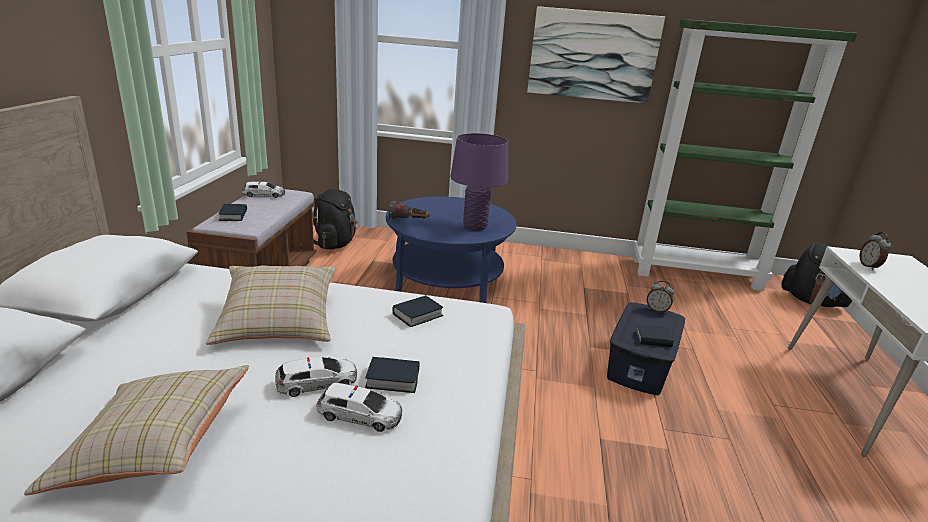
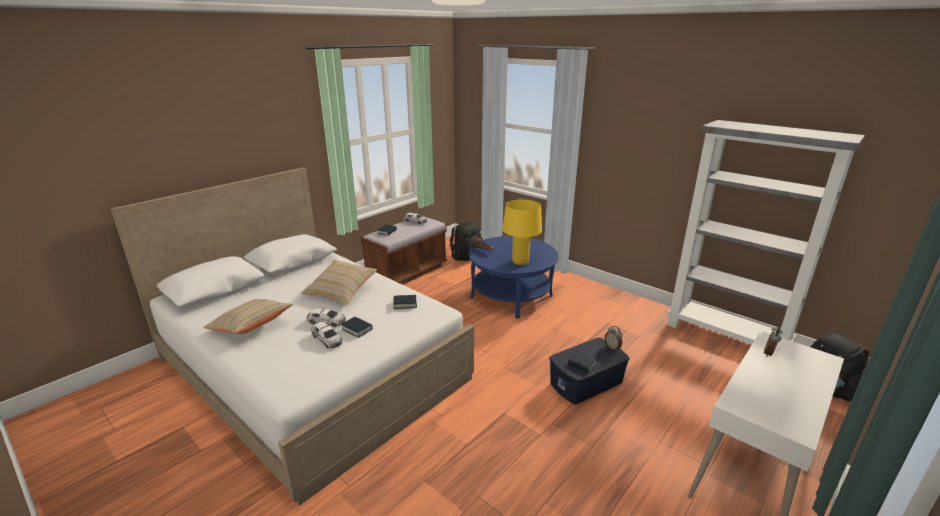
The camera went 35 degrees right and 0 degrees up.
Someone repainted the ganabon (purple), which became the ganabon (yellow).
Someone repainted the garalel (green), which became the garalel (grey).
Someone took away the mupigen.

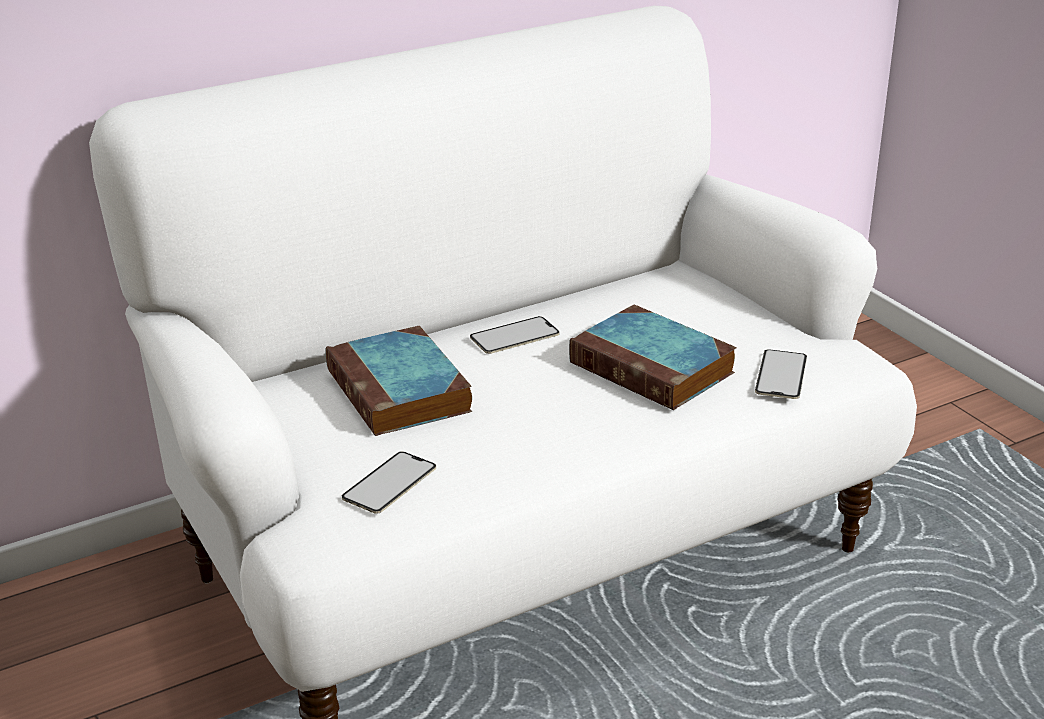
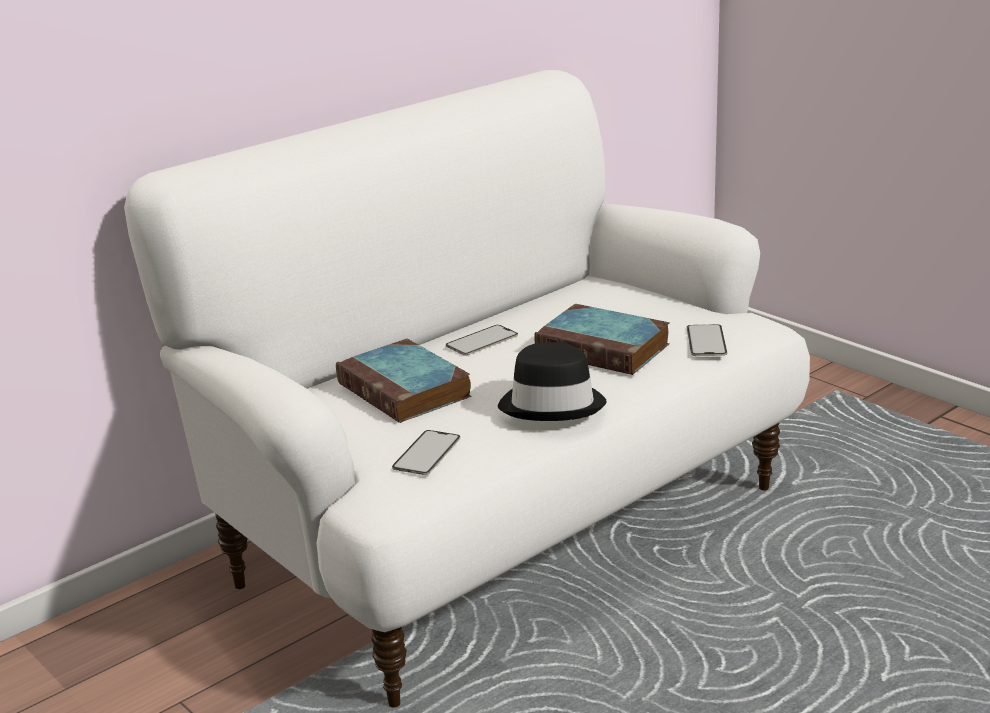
The camera went 10 degrees left and 5 degrees down.
Someone put down the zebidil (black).

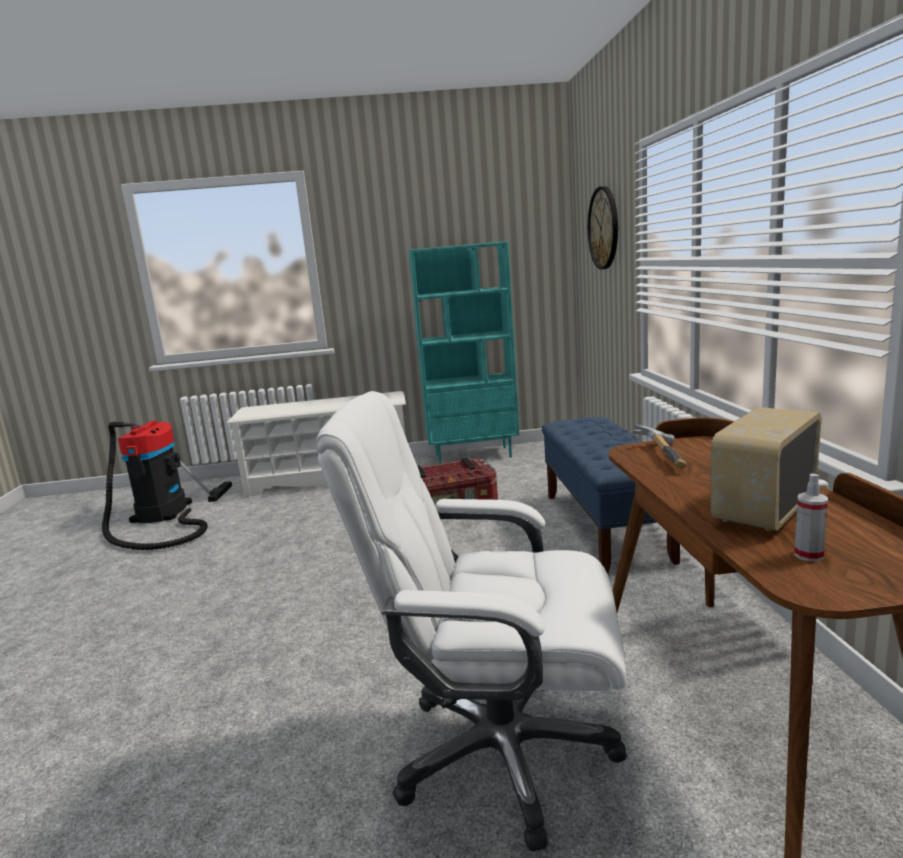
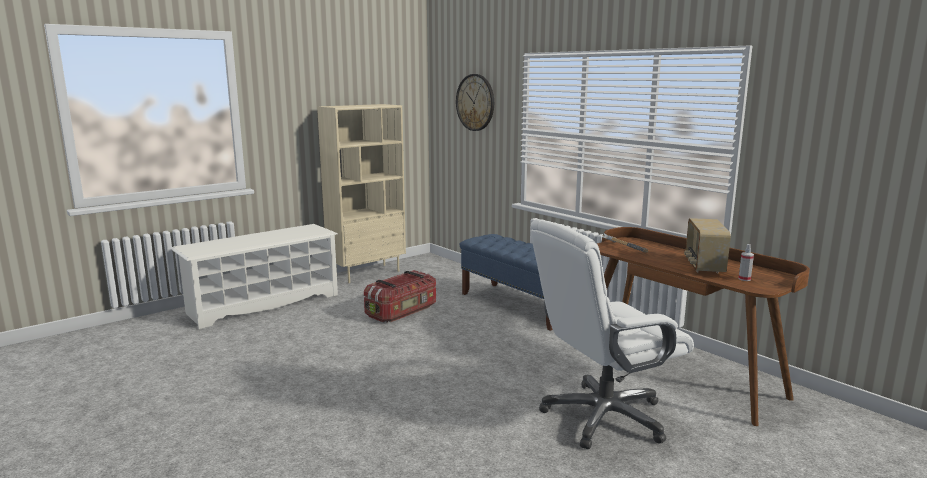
The camera went 35 degrees left and 0 degrees up.
Someone repainted the garalel (turquoise), which became the garalel (beige).
Someone took away the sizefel.

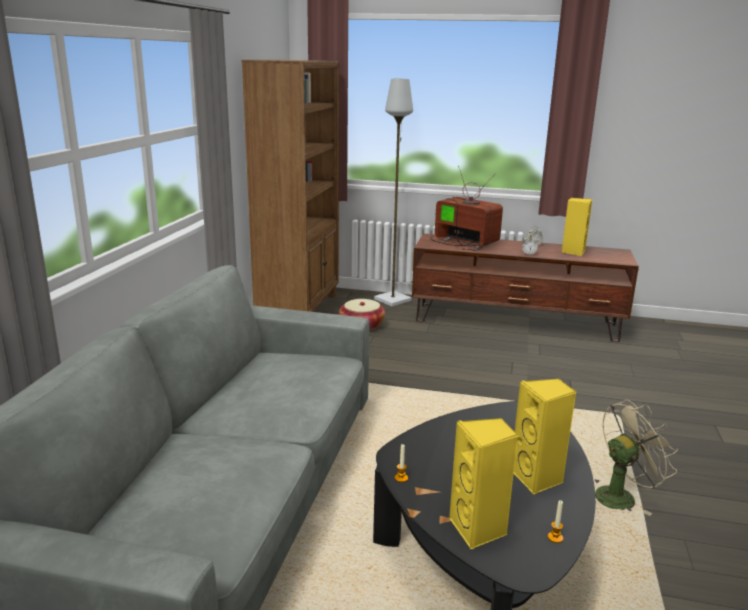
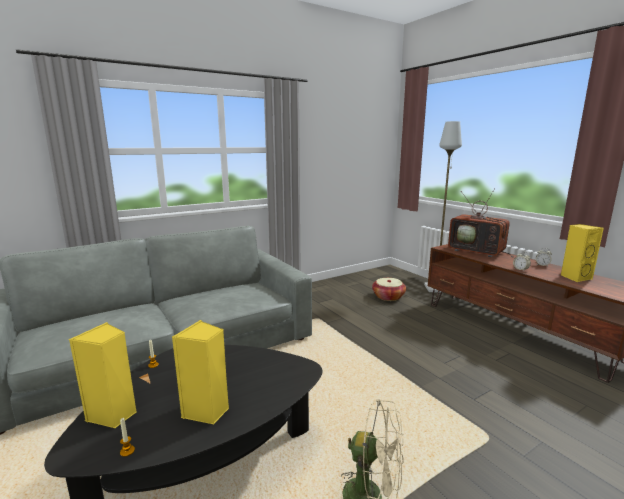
The camera went 45 degrees right and 5 degrees down.
Someone rotated the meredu by 135 degrees clockwise.
Someone took away the garalel (brown).

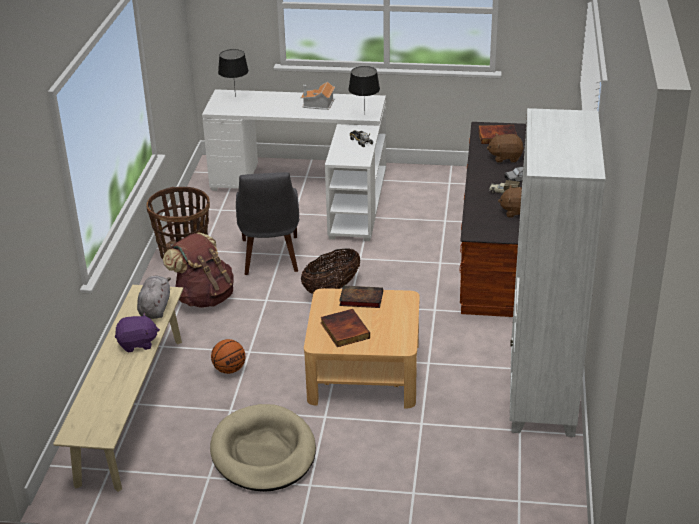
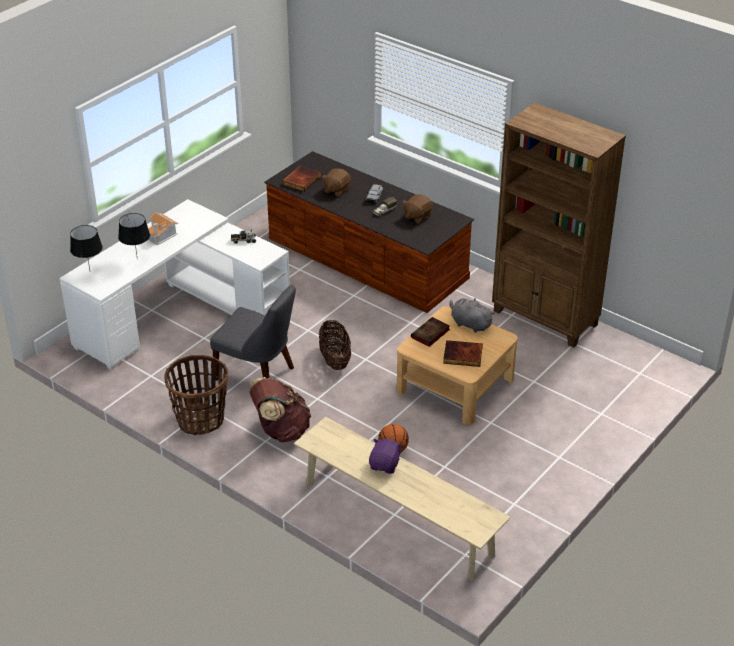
The camera went 60 degrees left and 5 degrees up.
Someone carried the ganabon (black) (no. 2 from left).
Someone carried the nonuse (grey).
Someone repainted the garalel (white), which became the garalel (brown).
Someone took away the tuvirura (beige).

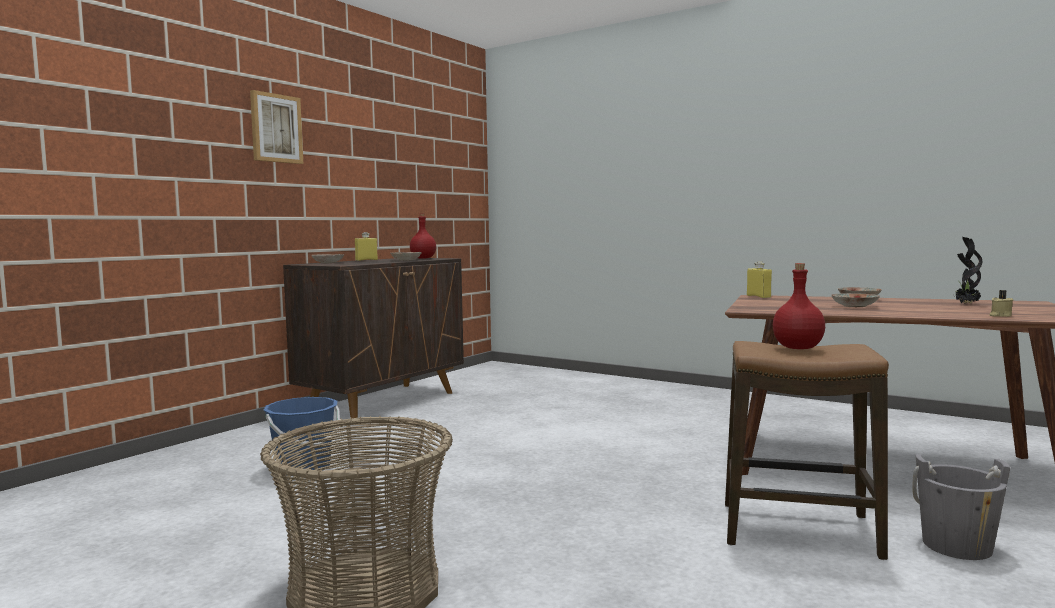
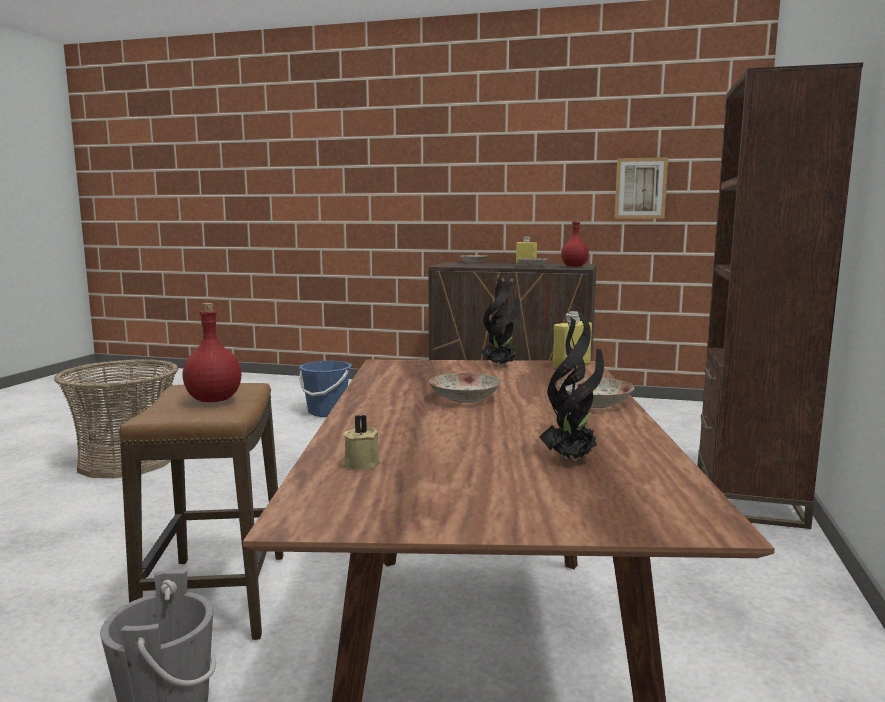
The camera went 70 degrees right and 5 degrees up.
Someone put down the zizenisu (no. 1 from left).
Someone carried the mupigen.
Someone put down the garalel (brown).

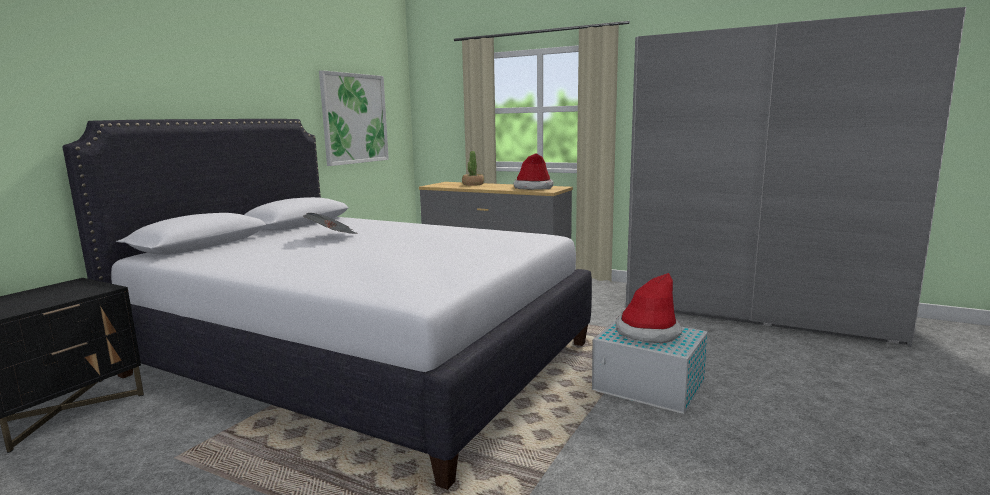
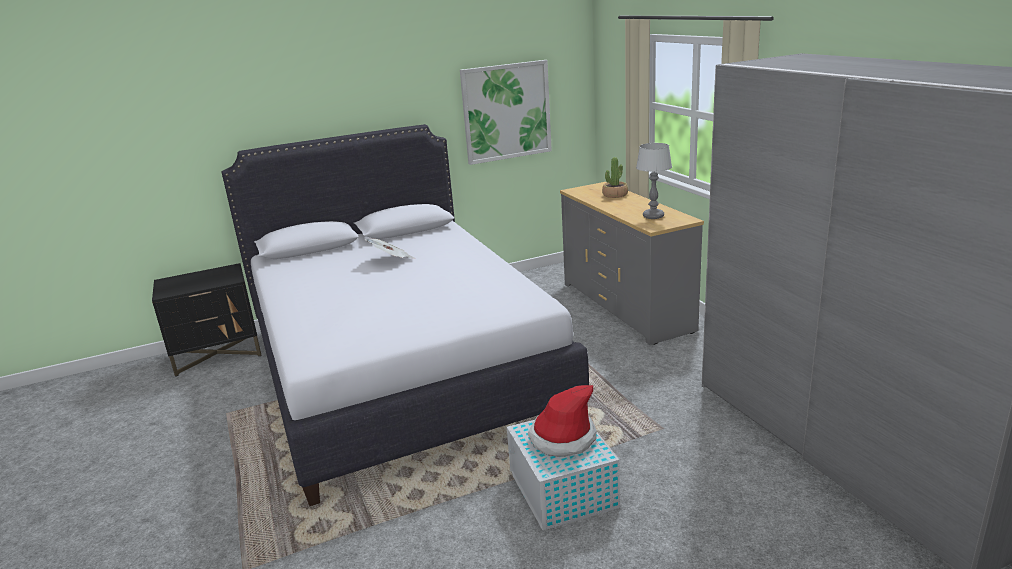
The camera went 40 degrees right and 10 degrees up.
Someone swapped the zebidil (no. 1 from left) for the ganabon.

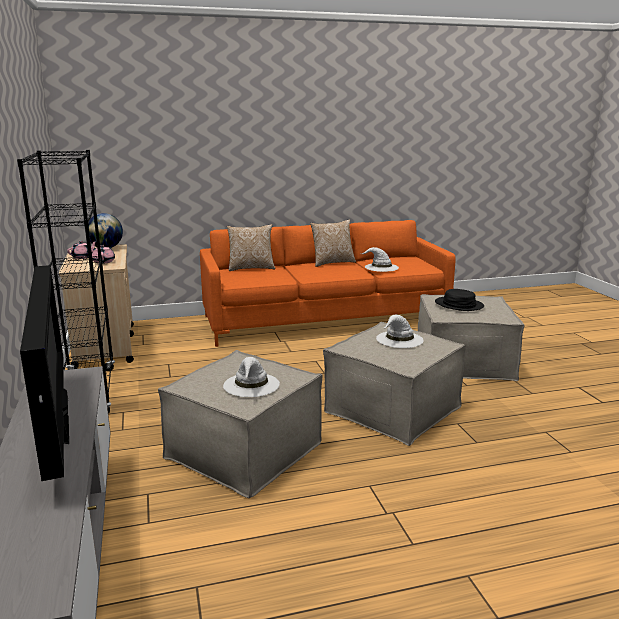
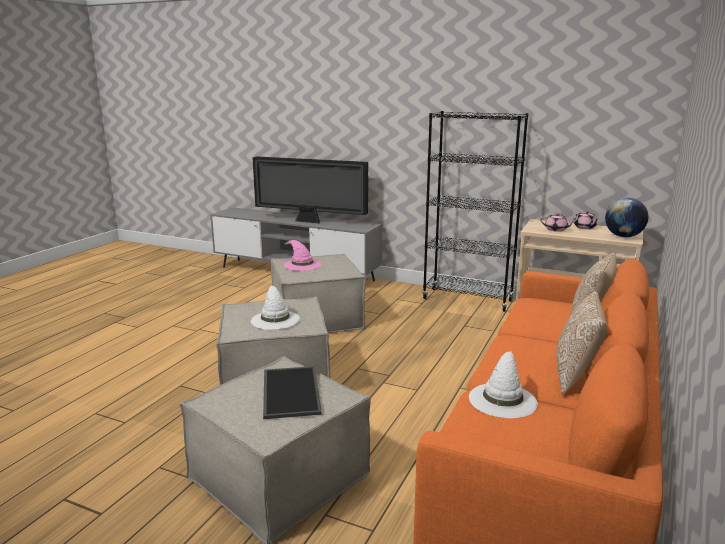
The camera went 130 degrees right and 0 degrees up.
Someone swapped the zebidil (black) for the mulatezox.
Someone repainted the zebidil (white) (no. 1 from left), which became the zebidil (pink).

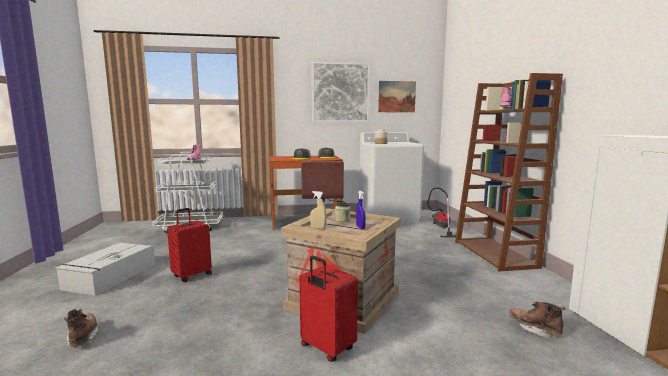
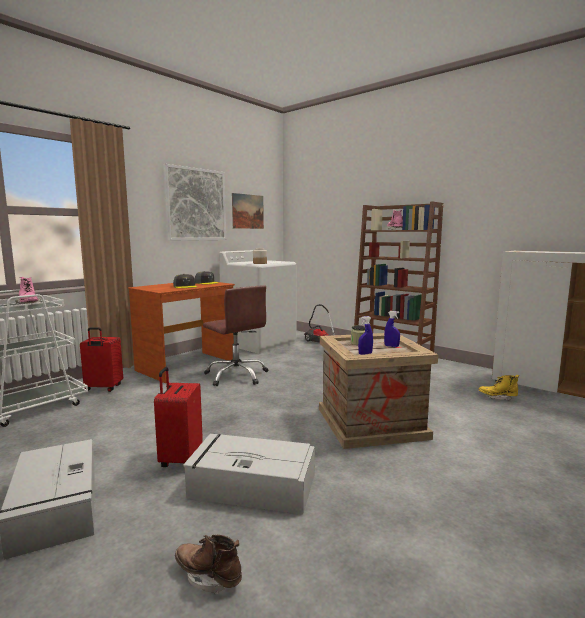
The camera went 40 degrees left and 0 degrees up.
Someone carried the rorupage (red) (no. 2 from left in the first image).
Someone put down the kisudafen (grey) (no. 2 from left).
Someone repainted the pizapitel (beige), which became the pizapitel (blue) (no. 1 from left).
Someone repainted the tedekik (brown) (no. 2 from left), which became the tedekik (yellow).

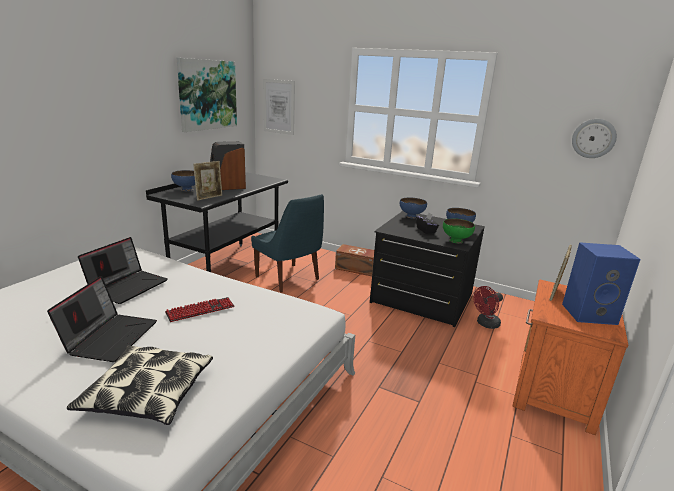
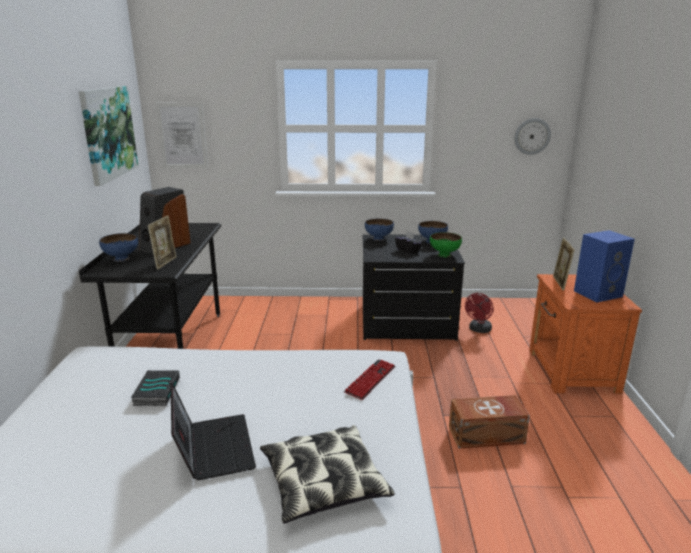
The camera went 25 degrees left and 0 degrees up.
Someone swapped the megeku (no. 2 from left) for the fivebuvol.
Someone carried the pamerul.
Someone carried the kisudafen (brown).
Someone took away the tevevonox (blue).

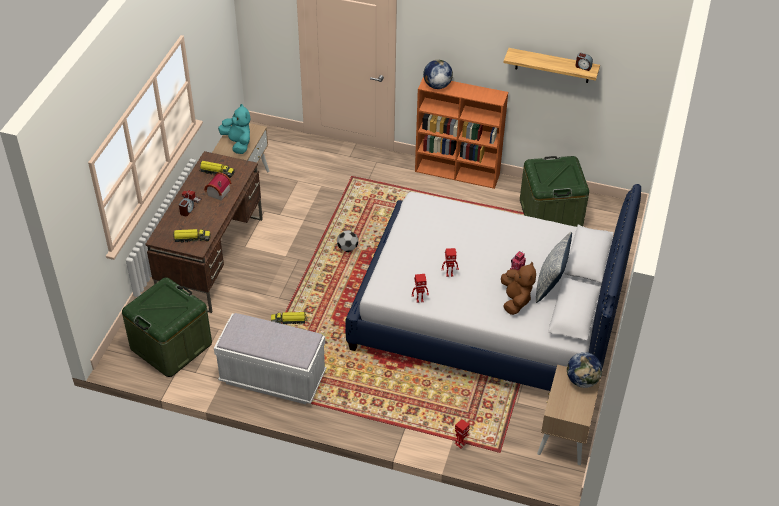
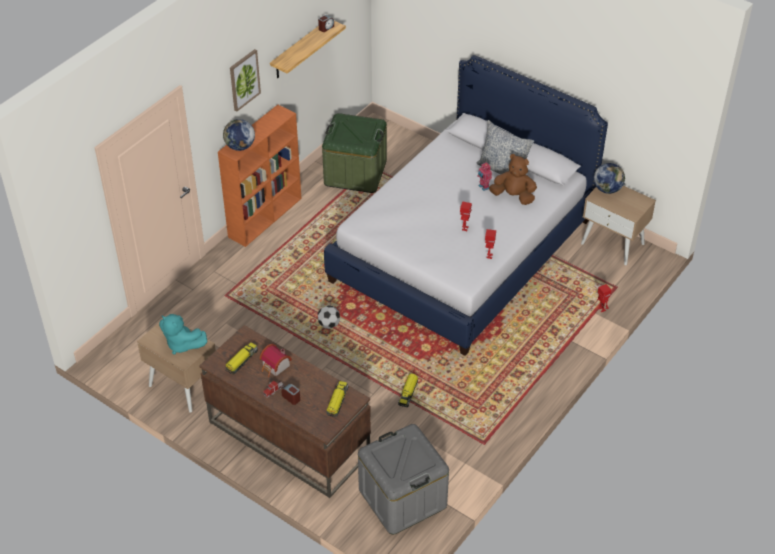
The camera went 70 degrees left and 0 degrees up.
Someone rotated the nonuse (turquoise) by 135 degrees counterclockwise.
Someone put up the mupigen.
Someone repainted the kisudafen (green) (no. 1 from left), which became the kisudafen (grey).
Someone took away the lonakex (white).

